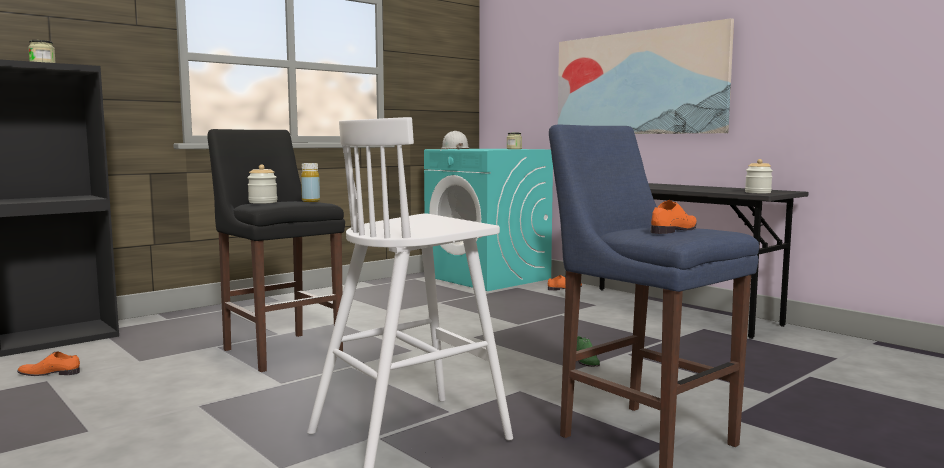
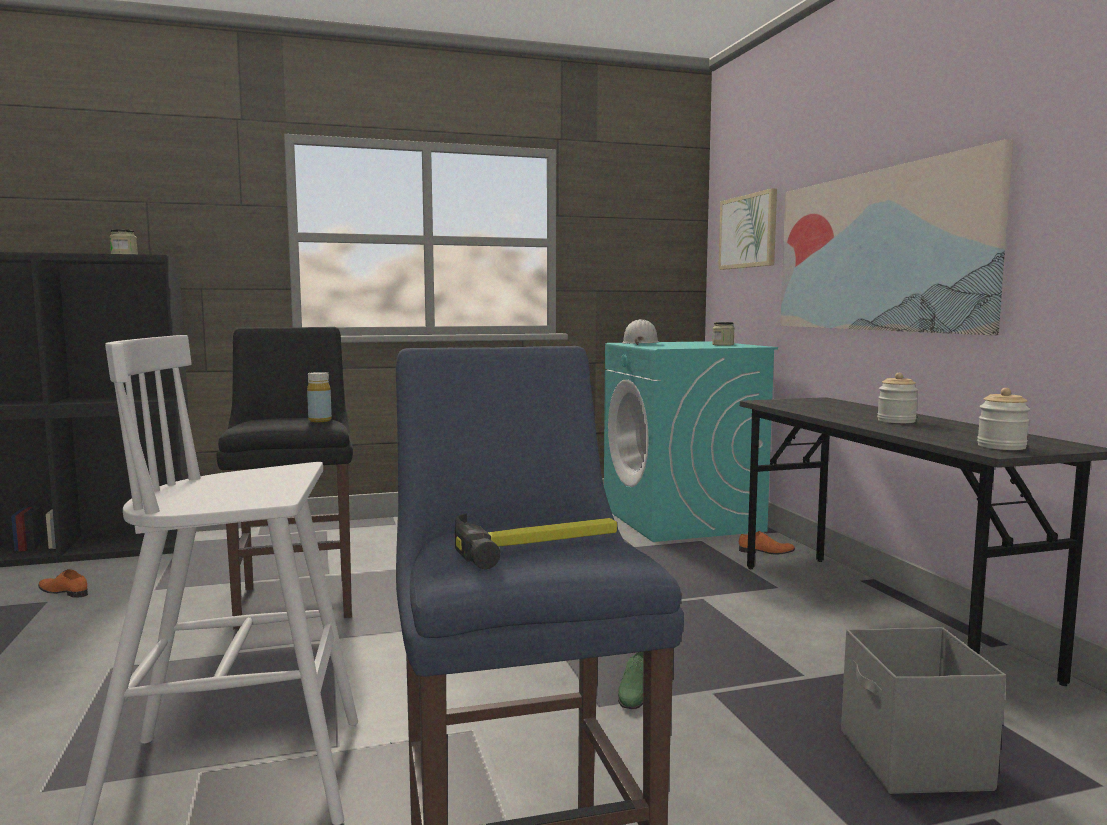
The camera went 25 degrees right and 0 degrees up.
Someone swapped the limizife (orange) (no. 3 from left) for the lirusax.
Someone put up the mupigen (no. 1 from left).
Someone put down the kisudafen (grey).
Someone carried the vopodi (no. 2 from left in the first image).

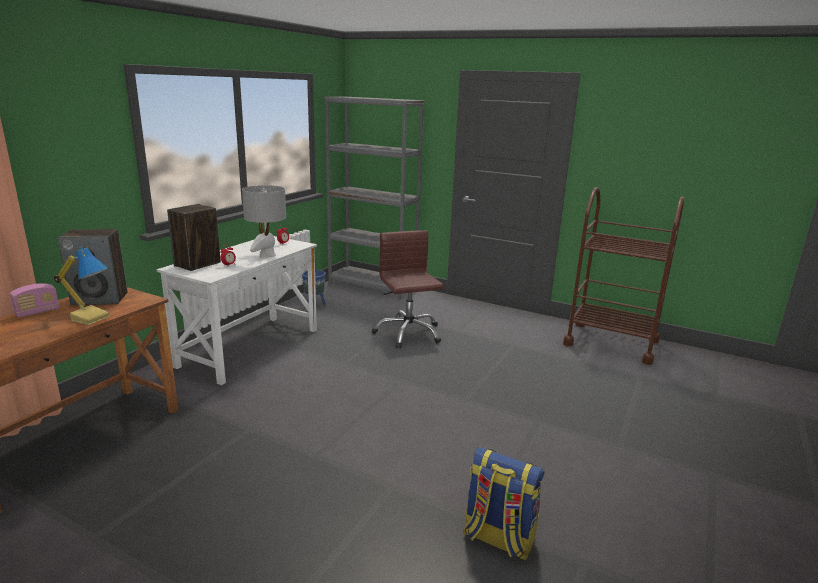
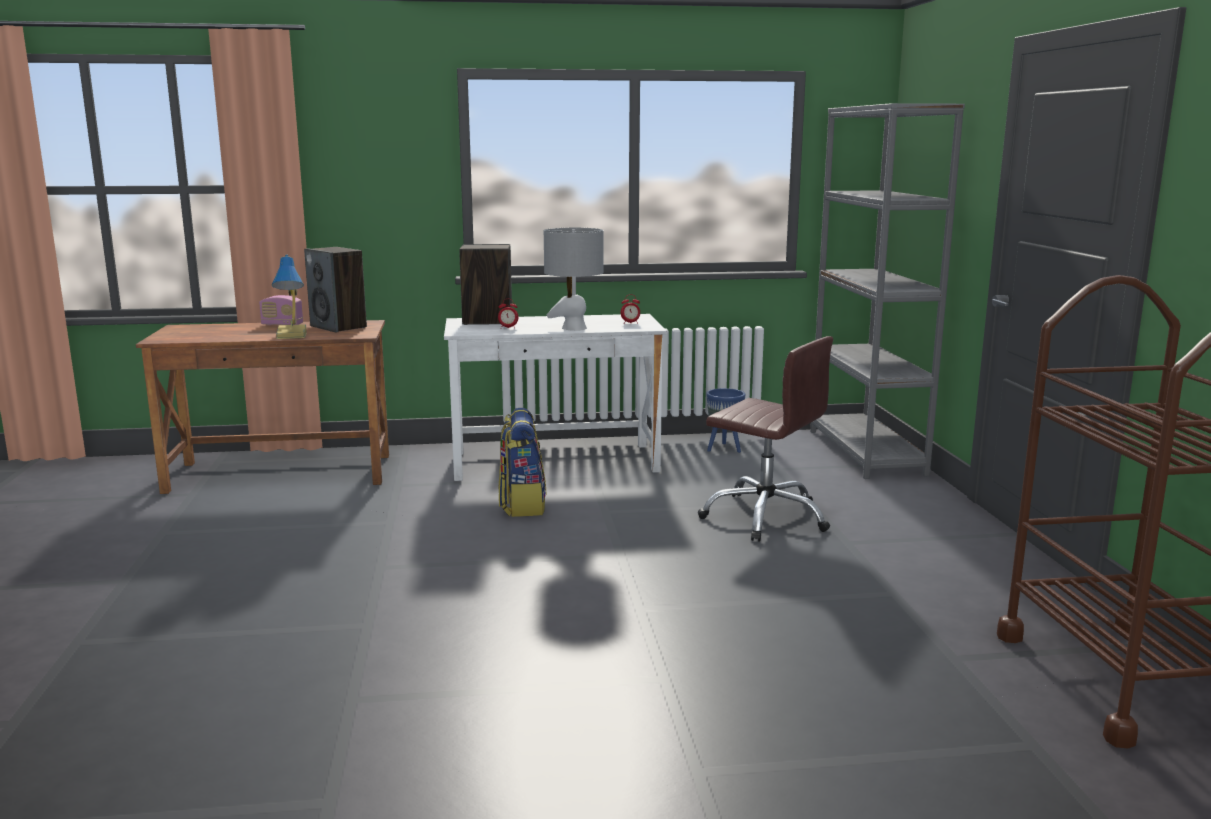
The camera went 55 degrees right and 5 degrees down.
Someone carried the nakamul.
Someone rotated the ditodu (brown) by 90 degrees clockwise.

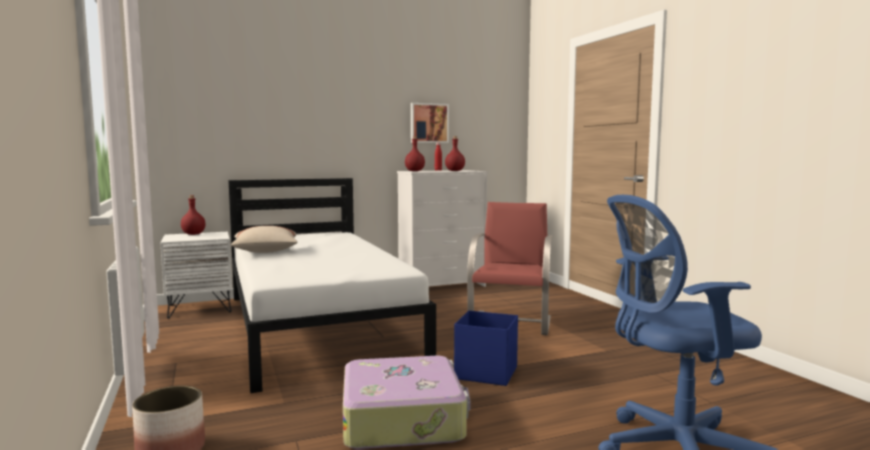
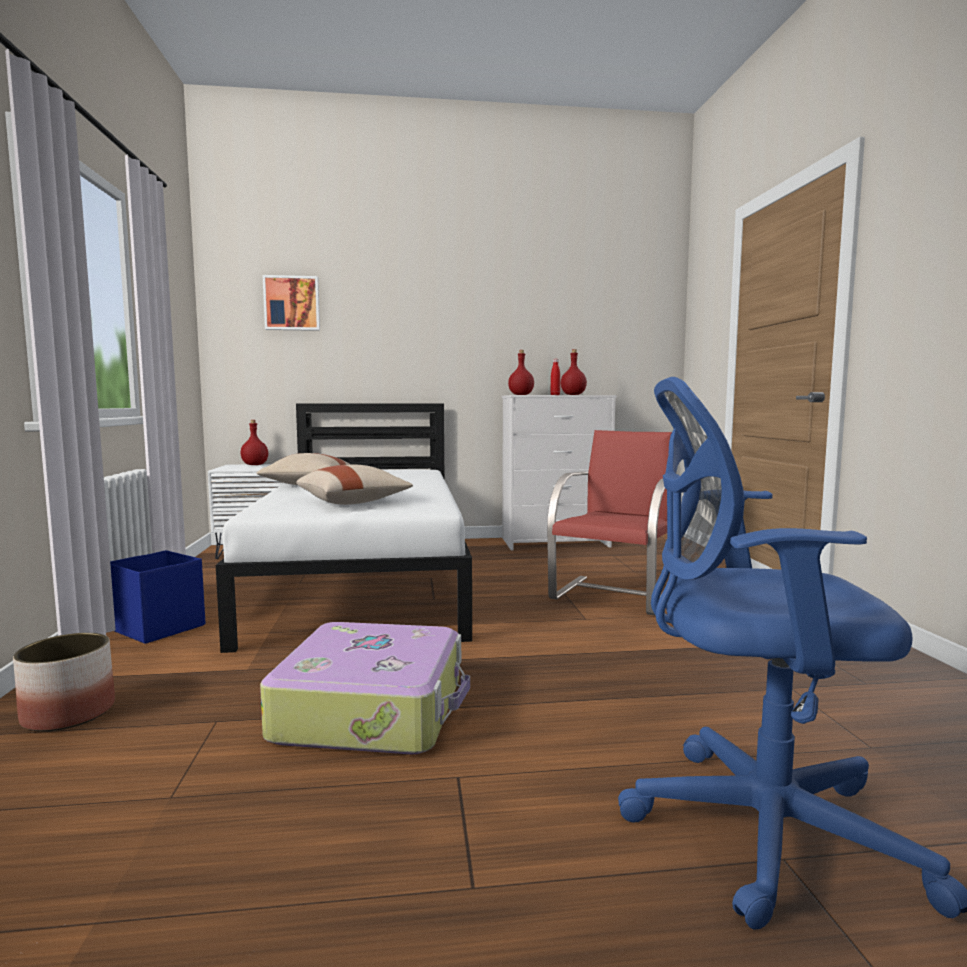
The camera went 15 degrees right and 0 degrees up.
Someone carried the kisudafen (blue).
Someone carried the mupigen.
Someone put down the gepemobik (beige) (no. 2 from left).

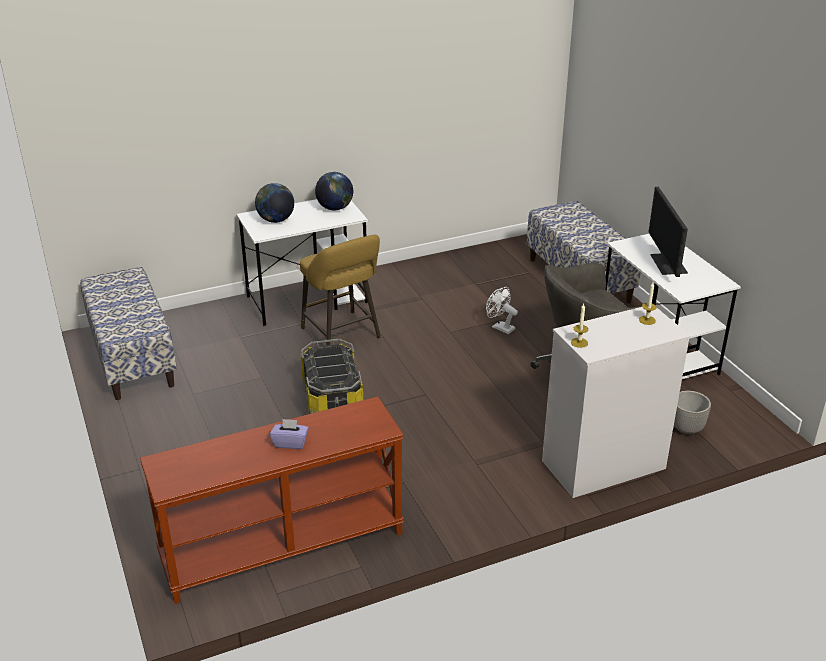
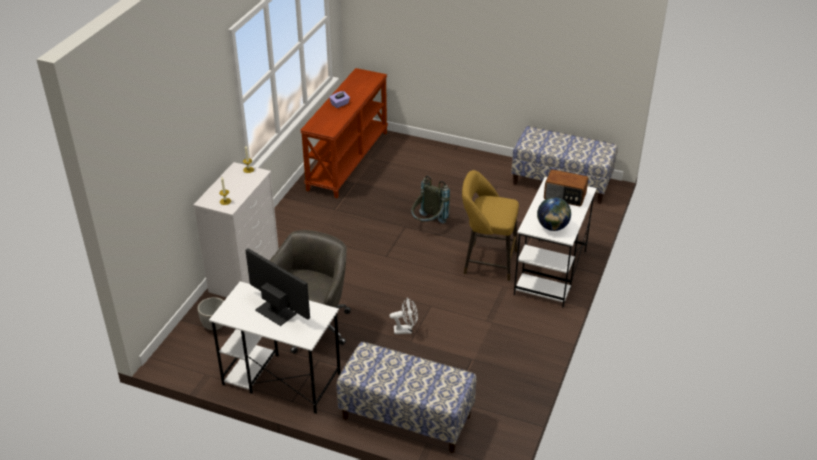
The camera went 135 degrees right and 5 degrees up.
Someone swapped the kisudafen for the nakamul (grey).
Someone swapped the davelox (no. 1 from left) for the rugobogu.

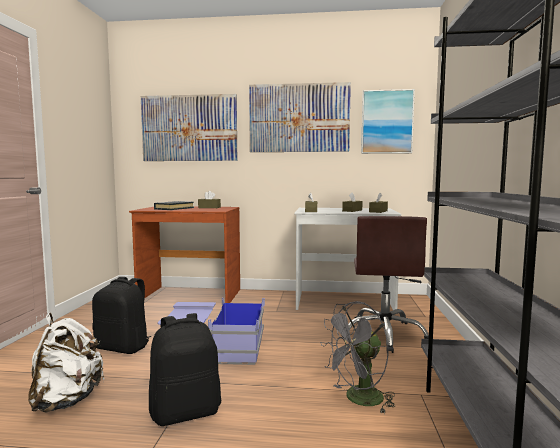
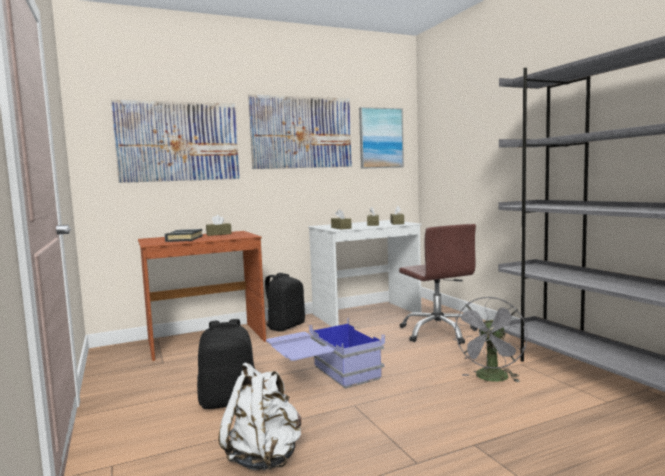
The camera went 30 degrees left and 0 degrees up.
Someone carried the nakamul (black) (no. 2 from left).

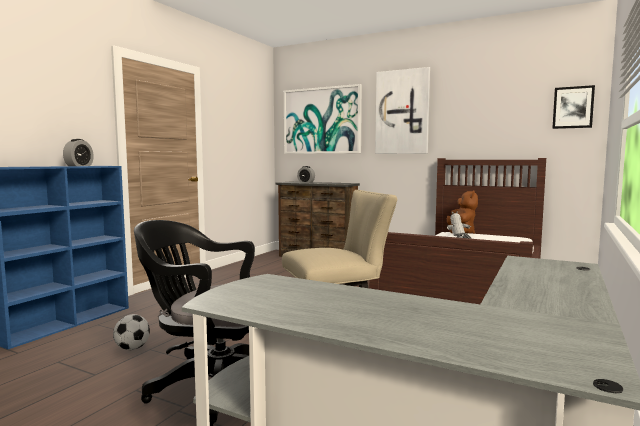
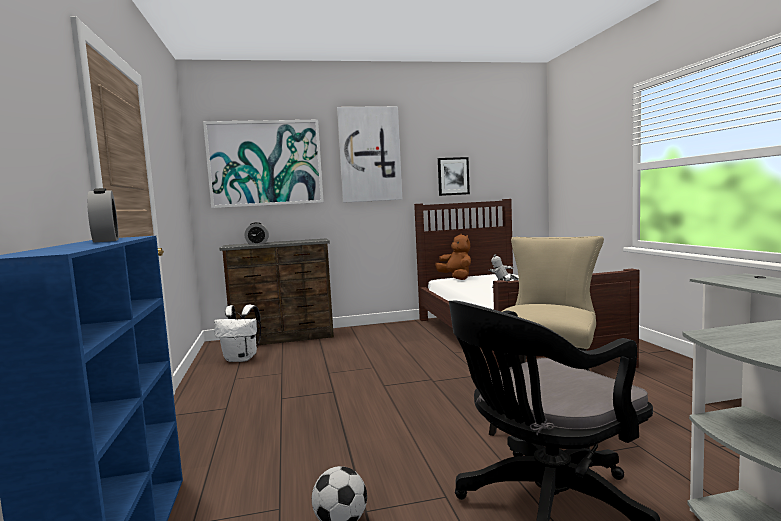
The camera went 40 degrees left and 0 degrees up.
Someone put down the nakamul (white).
Someone carried the mupigen (no. 3 from left).

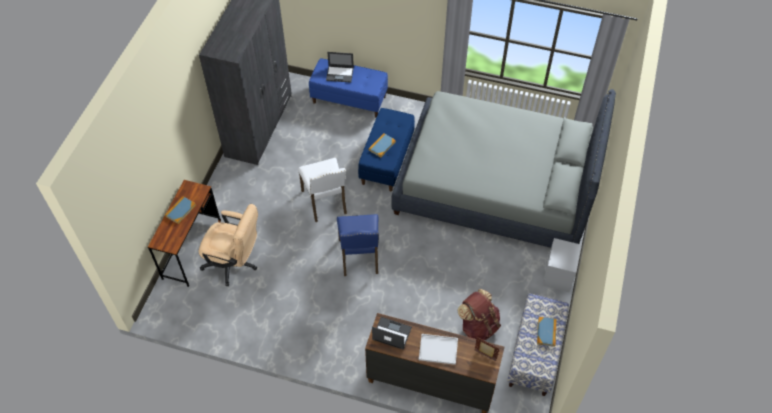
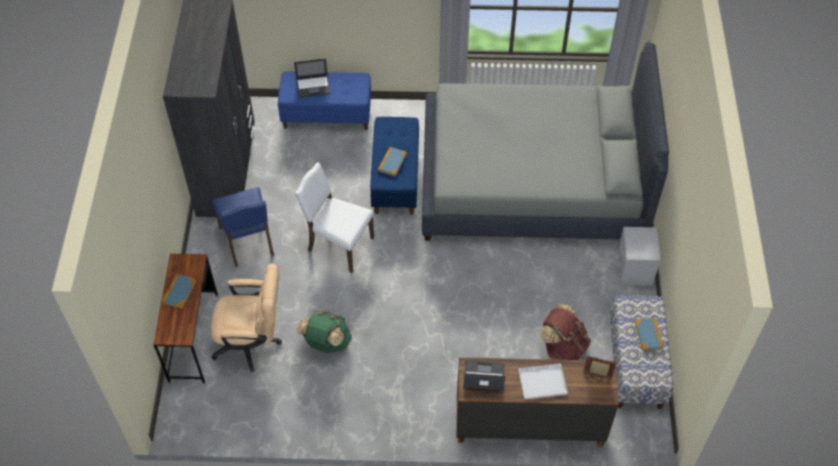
The camera went 15 degrees left and 0 degrees up.
Someone carried the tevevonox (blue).
Someone rotated the tevevonox (white) by 150 degrees clockwise.
Someone put down the nakamul (green).

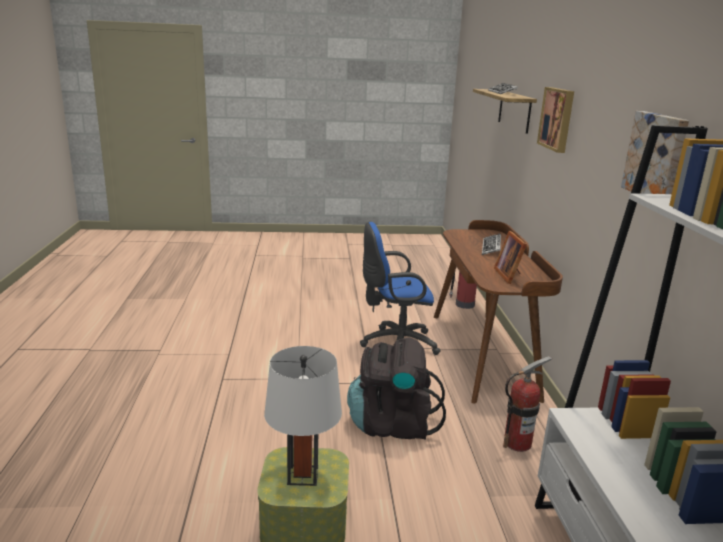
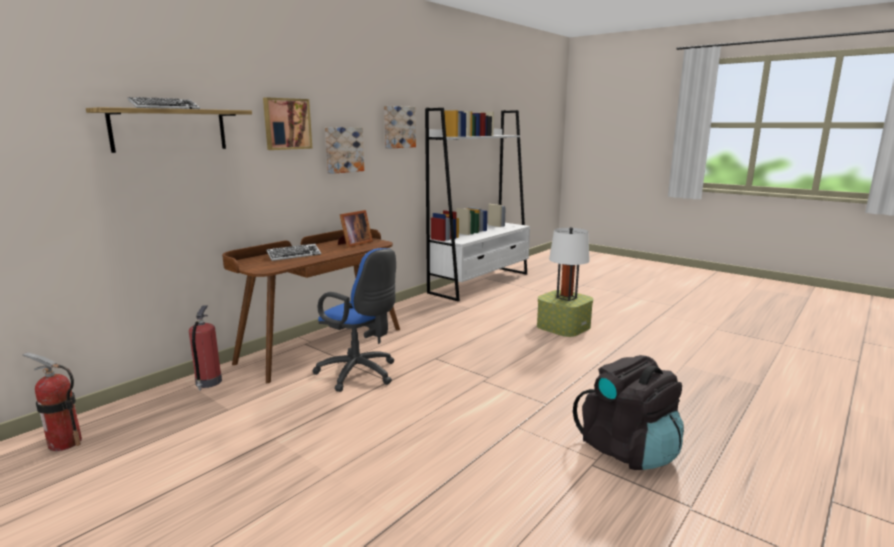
The camera went 135 degrees left and 5 degrees down.
Someone carried the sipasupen (no. 2 from left in the first image).
Someone put up the mupigen (no. 2 from left).
Someone carried the nakamul (black).

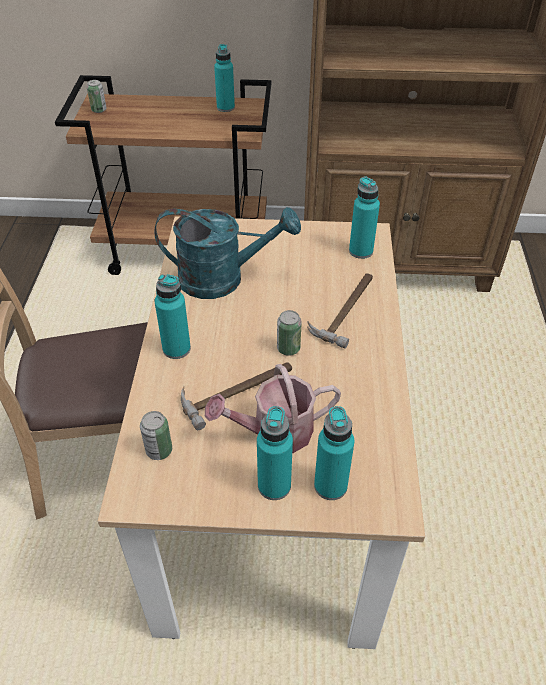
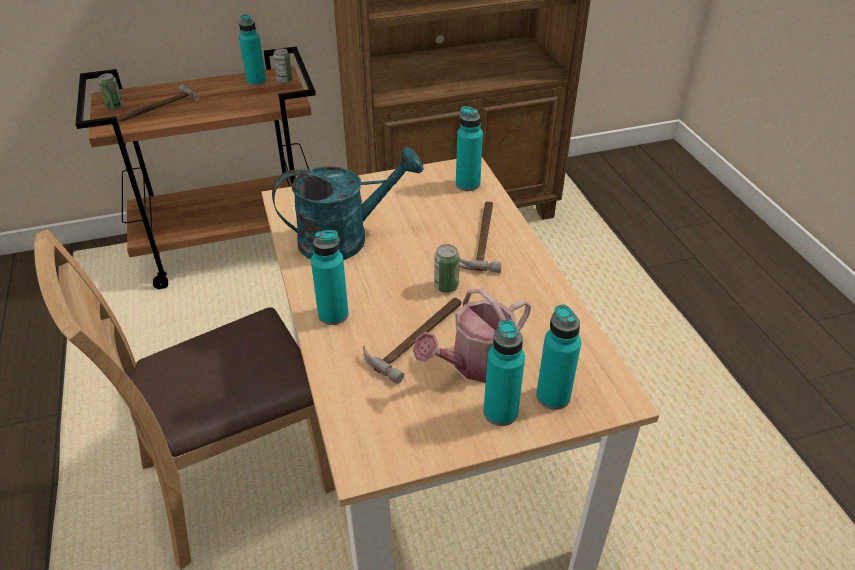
The camera went 20 degrees left and 5 degrees down.
Someone put down the lirusax (no. 1 from left).
Someone carried the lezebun (no. 2 from left).

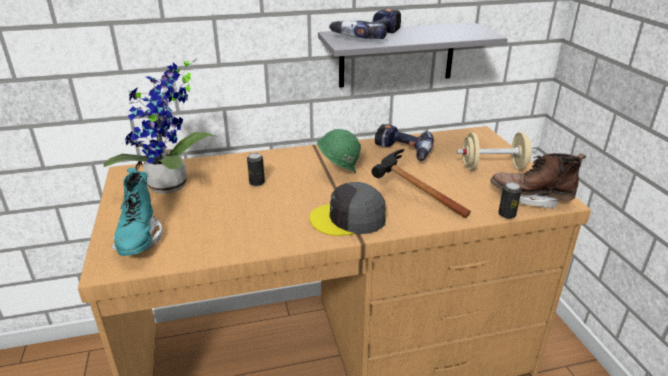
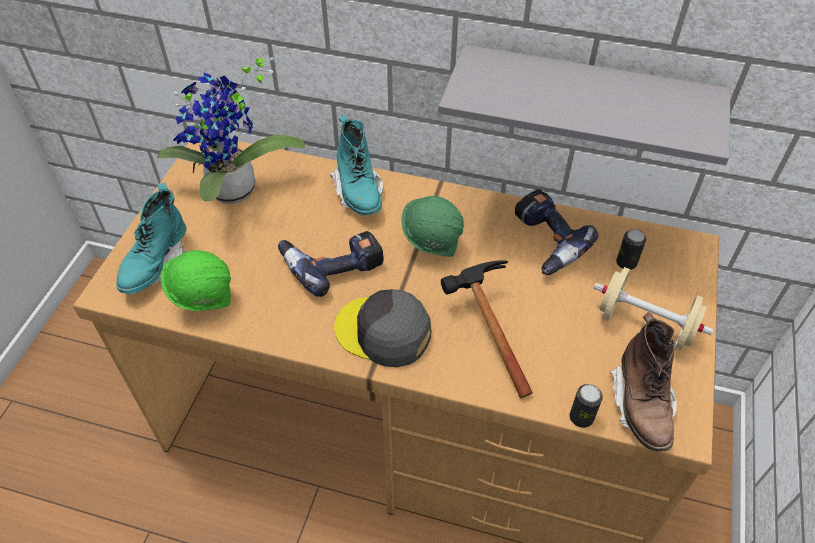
The camera went 30 degrees right and 20 degrees up.
Someone put down the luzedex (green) (no. 1 from left).
Someone carried the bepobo (no. 1 from left).
Someone put down the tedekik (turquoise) (no. 2 from left).
Someone rotated the tedekik (brown) by 135 degrees counterclockwise.
Someone carried the lezebun (no. 1 from left in the first image).

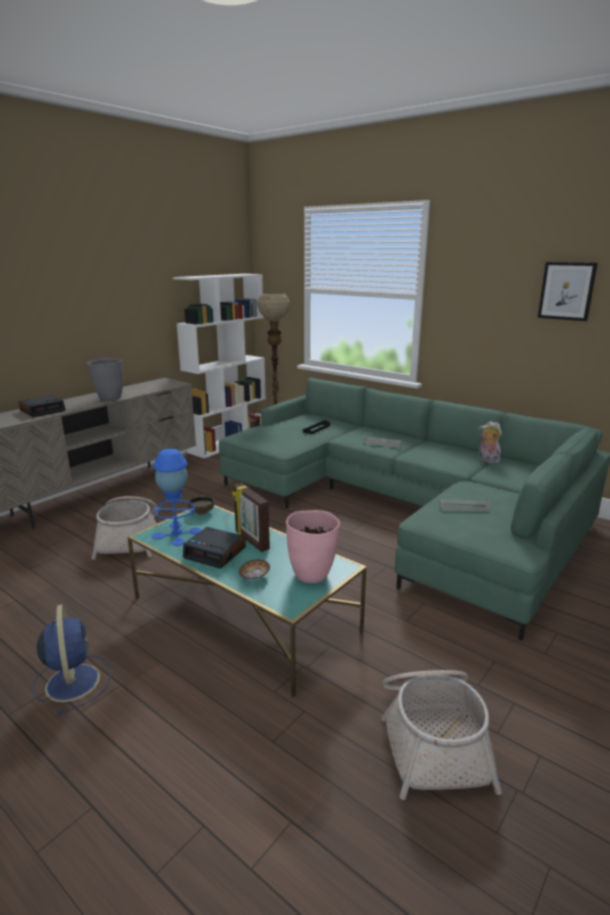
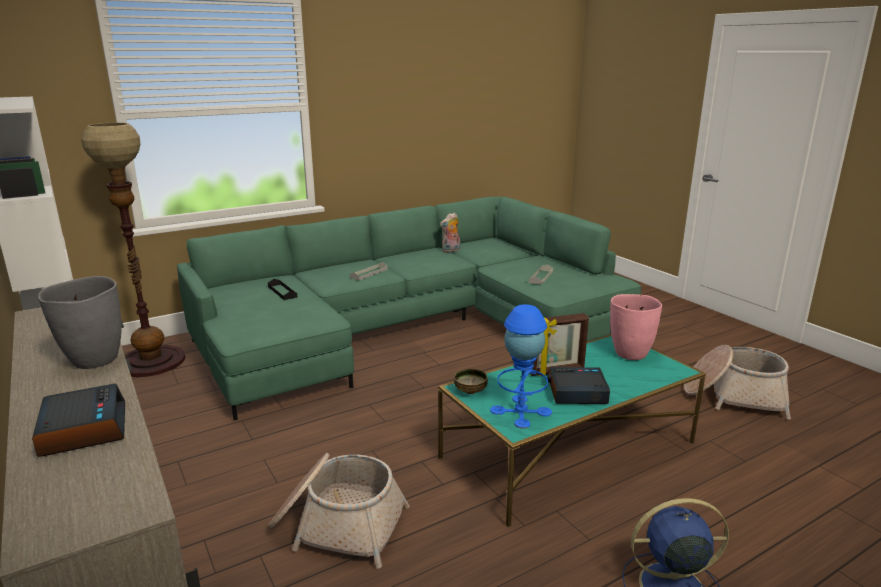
The camera went 70 degrees left and 0 degrees up.
Someone rotated the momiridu (no. 2 from left) by 135 degrees counterclockwise.
Someone took away the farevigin (no. 2 from left).
Someone took away the mupigen.

